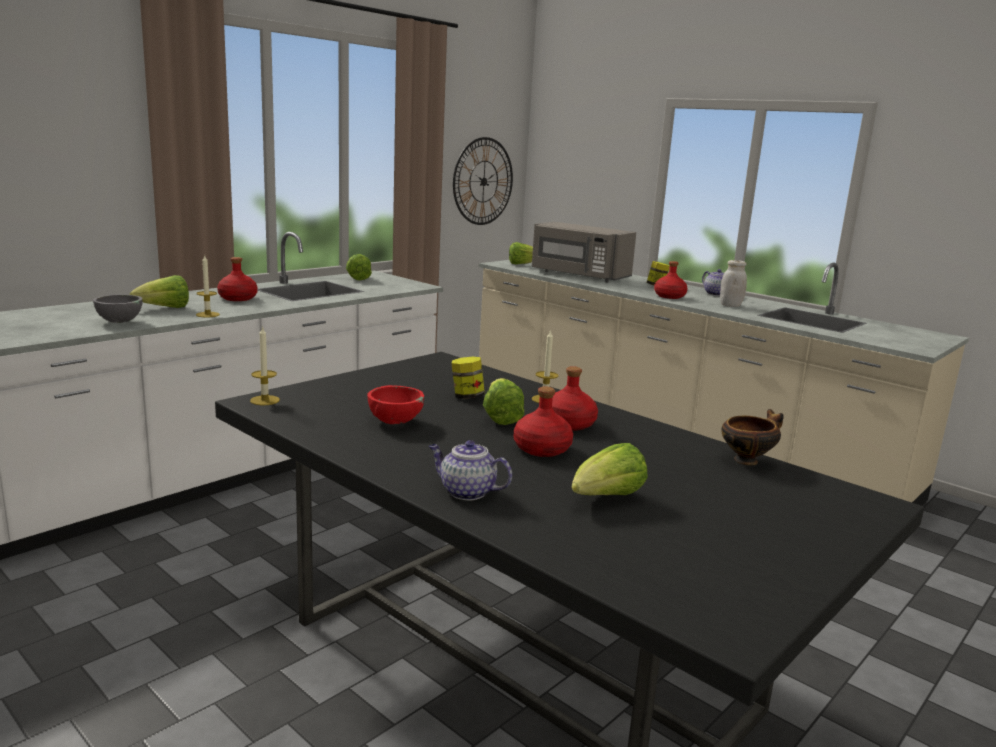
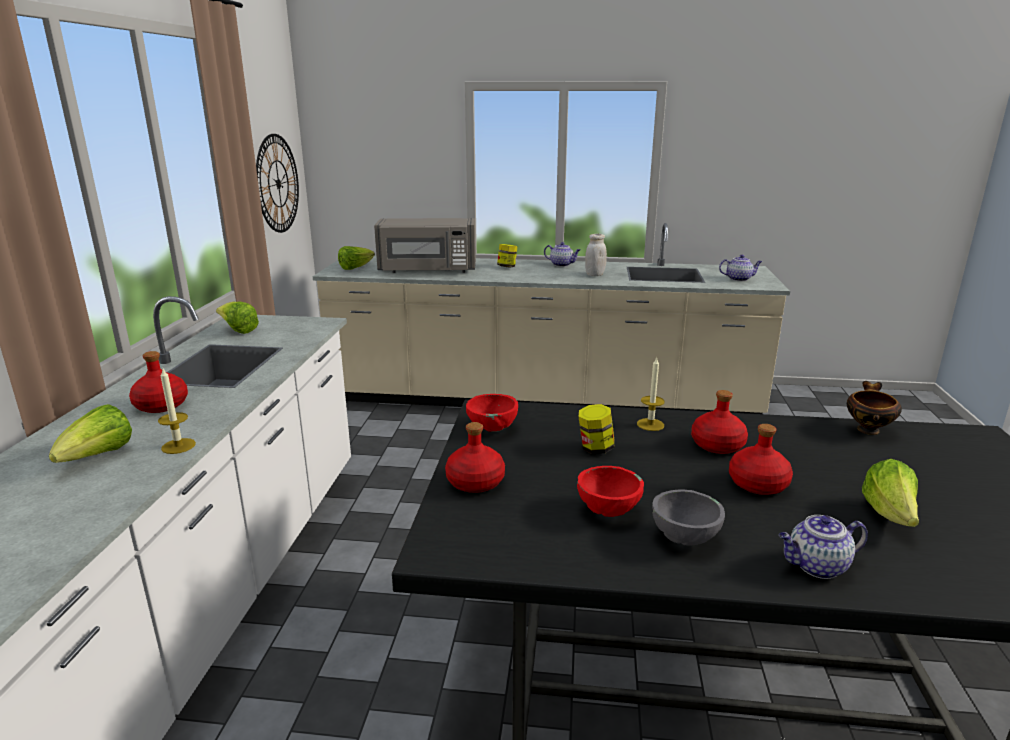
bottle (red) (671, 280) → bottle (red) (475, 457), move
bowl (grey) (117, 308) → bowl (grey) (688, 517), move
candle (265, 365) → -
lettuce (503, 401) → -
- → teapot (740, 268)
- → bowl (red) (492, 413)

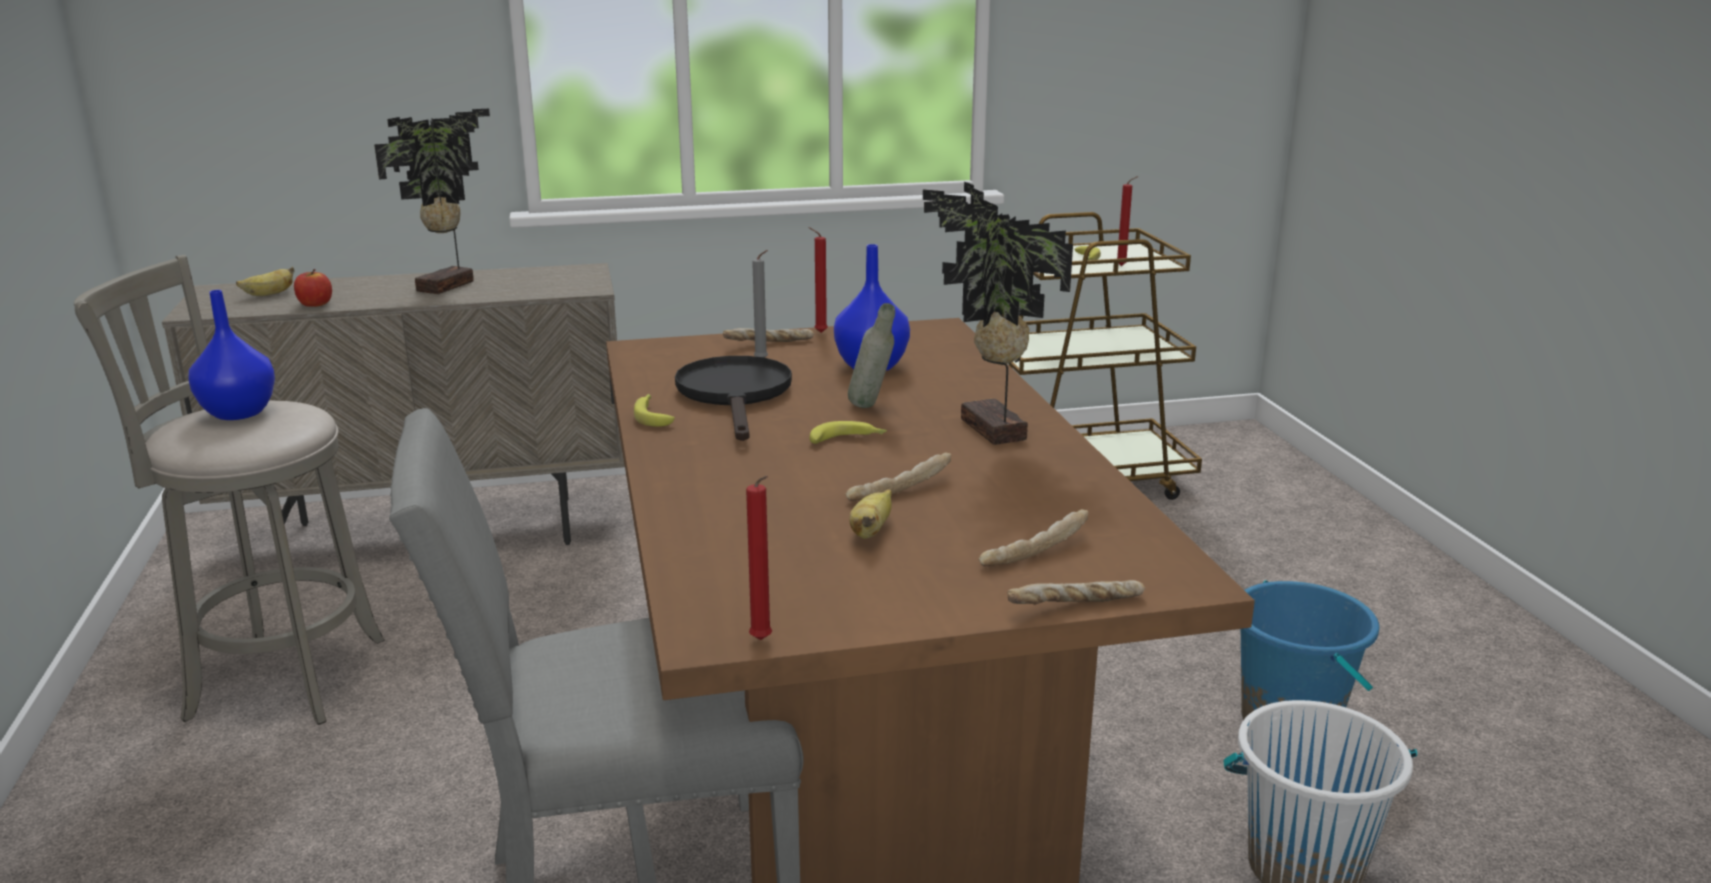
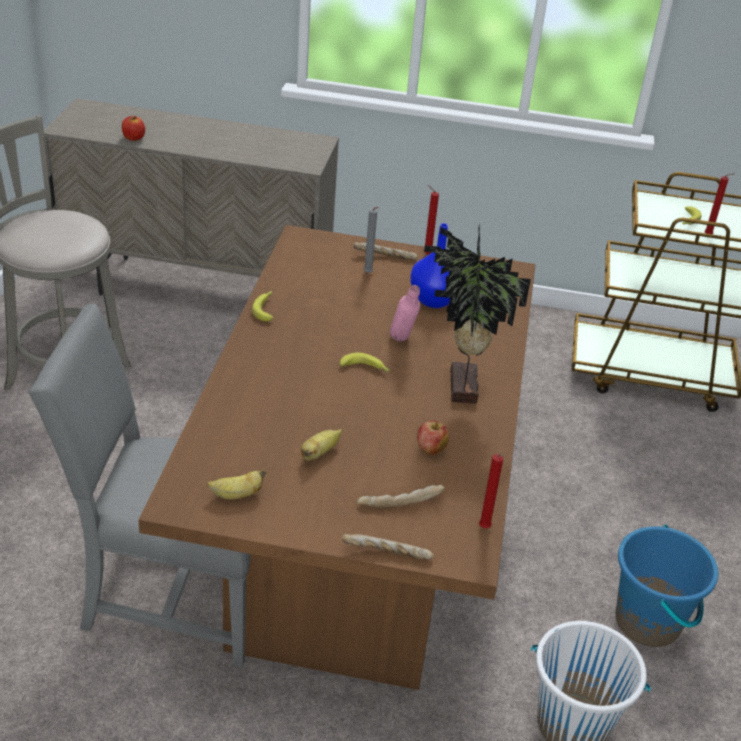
potted plant (432, 201) → -
banana (265, 281) → banana (236, 484), move
vase (blue) (231, 355) → -
bottle (grey) (871, 355) → bottle (pink) (405, 313)
frying pan (black) (733, 398) → -
bread (898, 476) → -
candle (red) (759, 558) → candle (red) (491, 491), move
- → apple (433, 438)

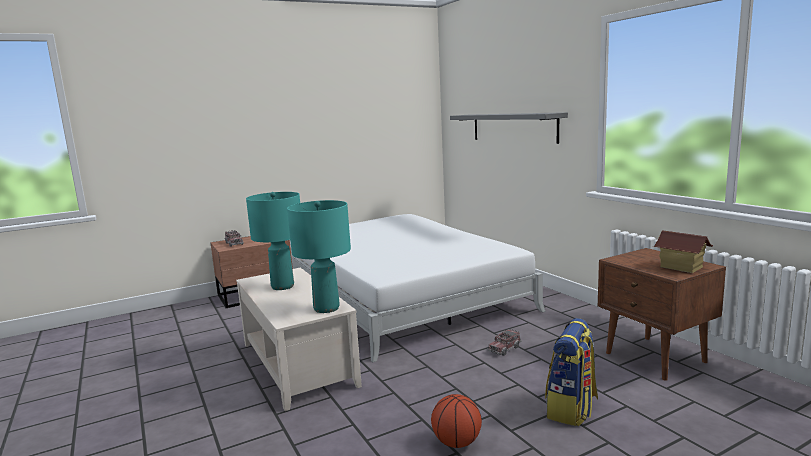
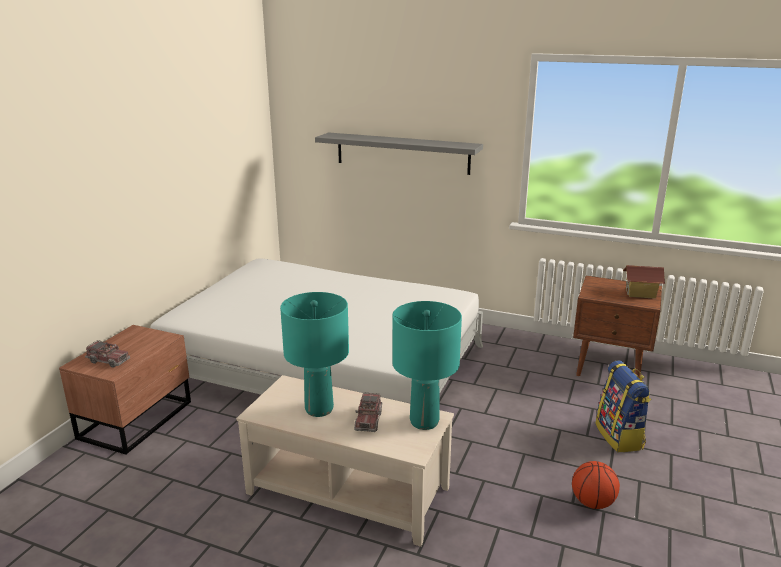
toy truck (505, 342) → toy truck (368, 412), move

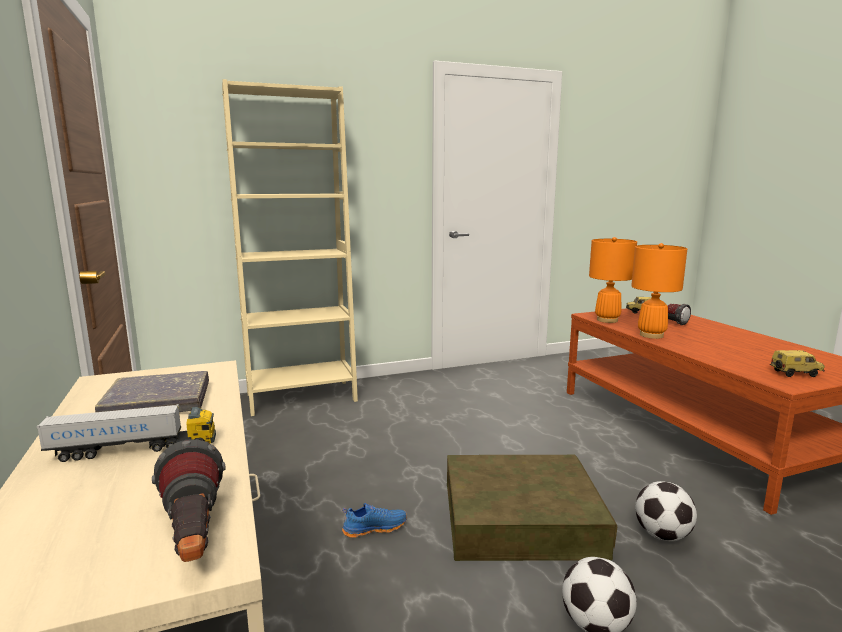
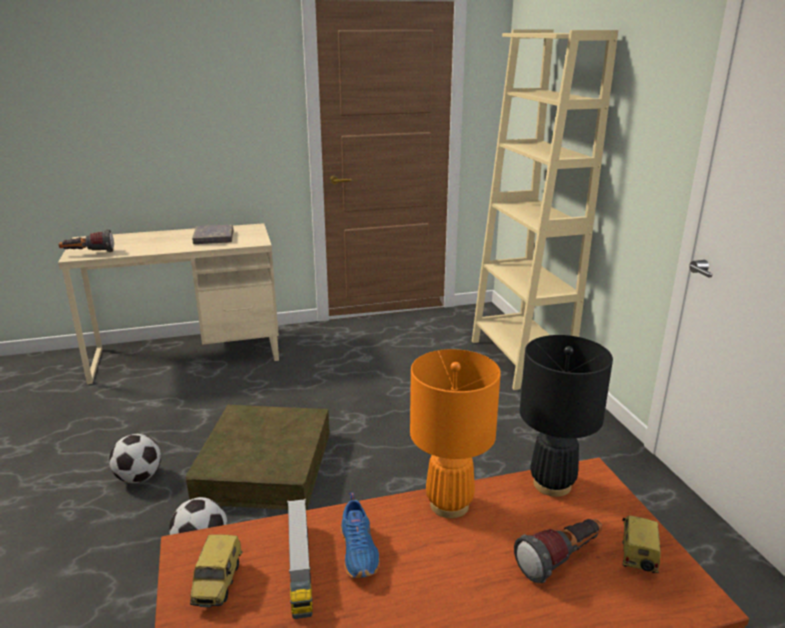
table lamp (orange) (613, 280) → table lamp (black) (566, 416)
toy truck (126, 433) → toy truck (300, 559), move
shoe (blue) (374, 520) → shoe (blue) (360, 535), move

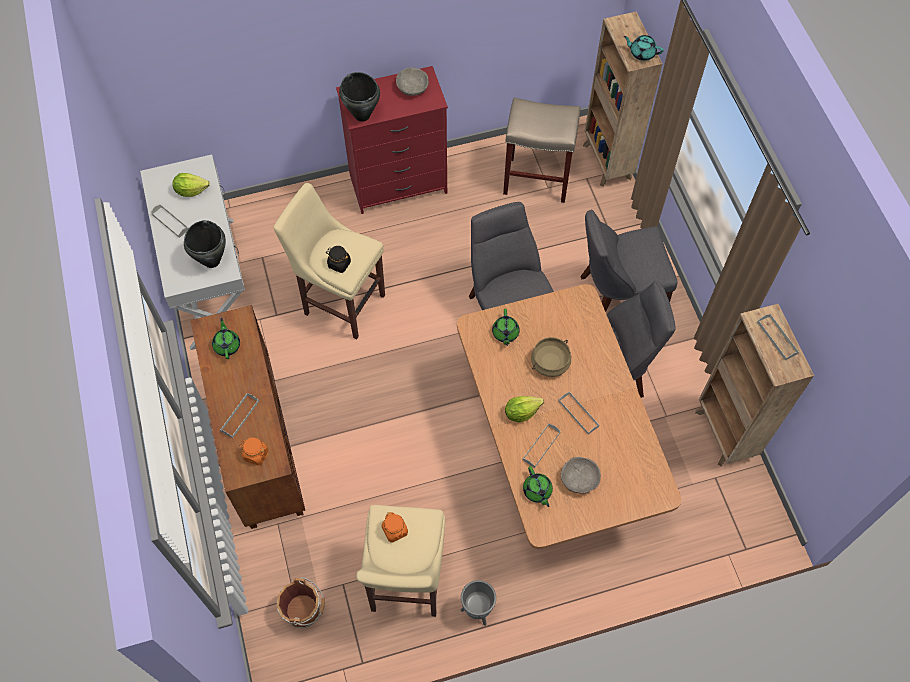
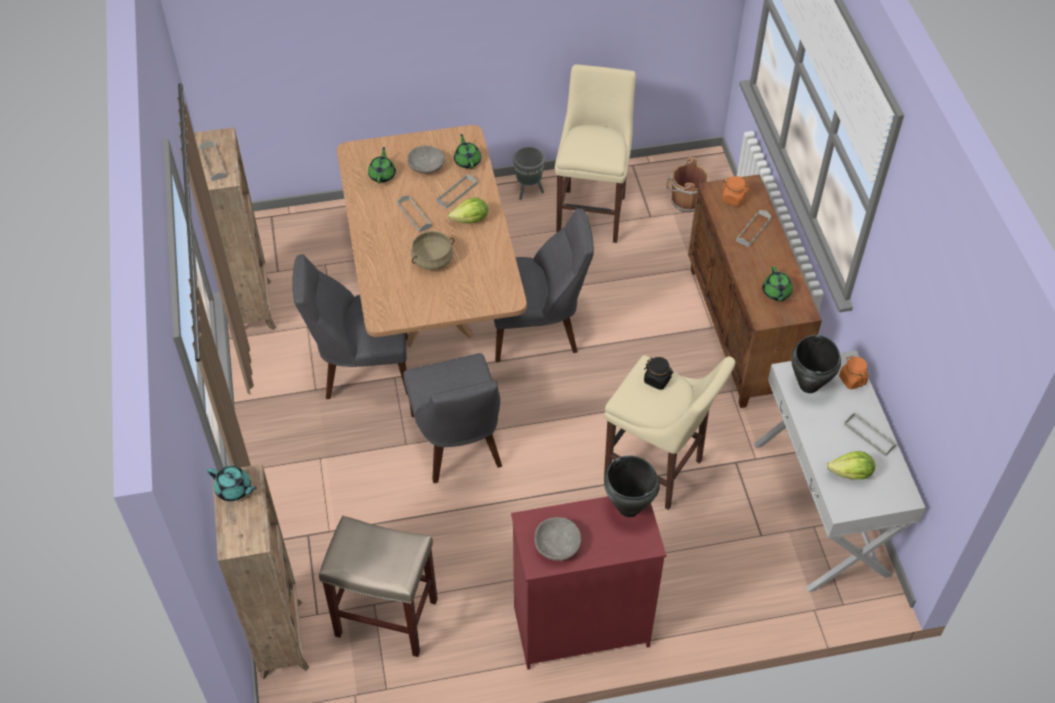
chair (grey) (629, 261) → chair (grey) (544, 285), move
teapot (green) (506, 327) → teapot (green) (382, 165), move
jar (orange) (395, 527) → jar (orange) (854, 372), move

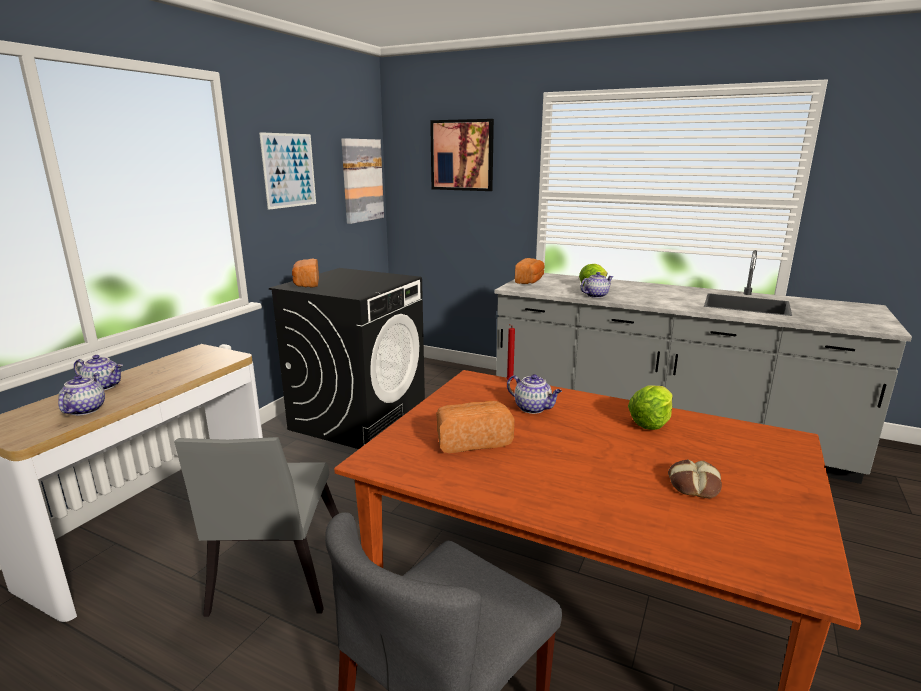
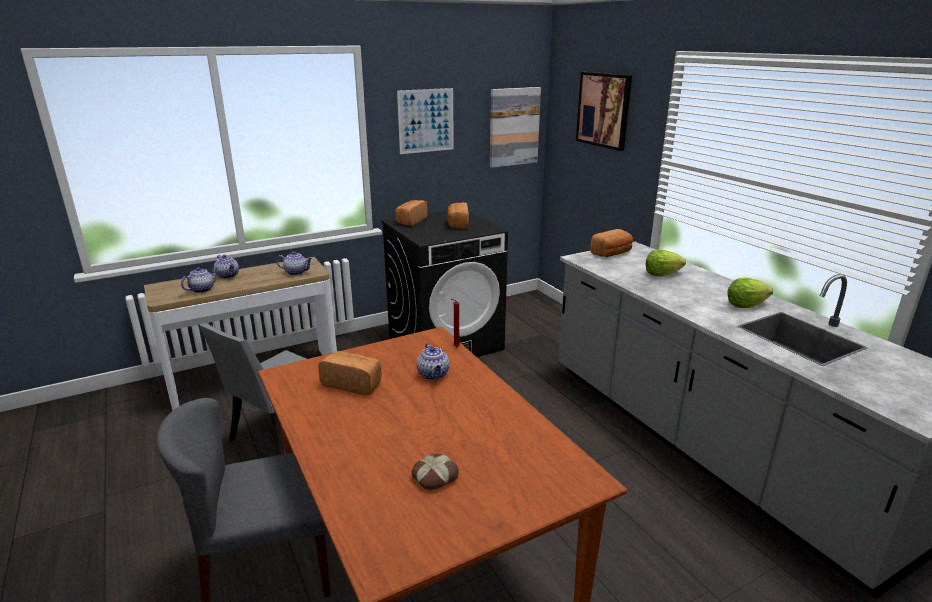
teapot (597, 285) → teapot (294, 263), move
lettuce (650, 407) → lettuce (750, 293), move
- → bread (458, 215)

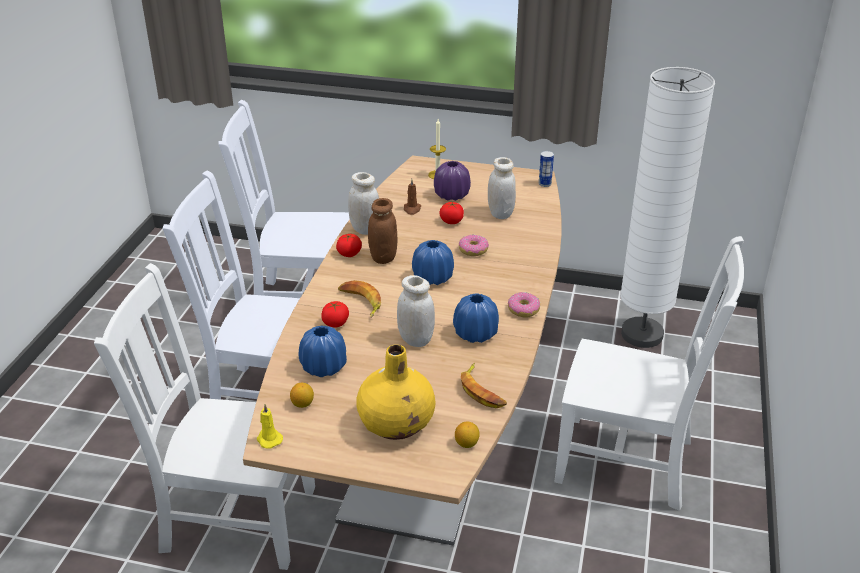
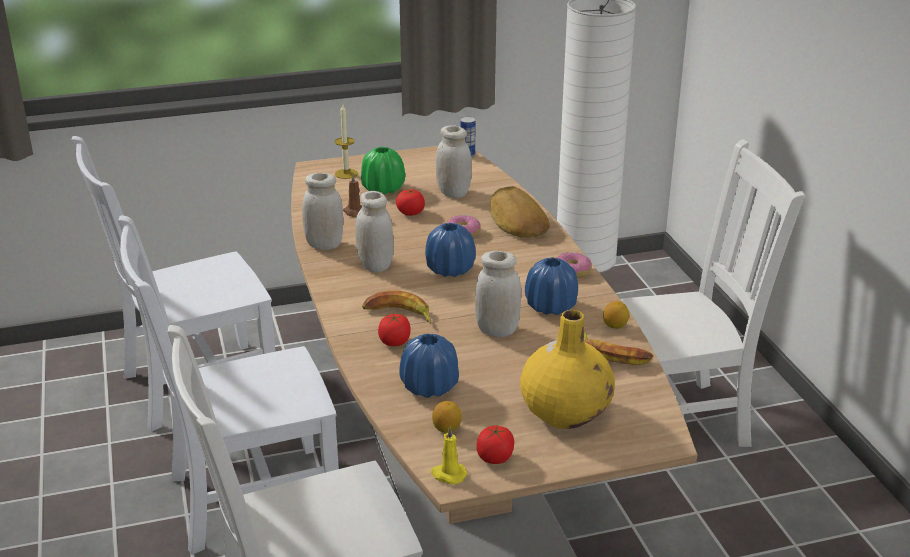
vase (purple) (452, 181) → vase (green) (383, 171)
jar (brown) (382, 231) → jar (white) (374, 231)
tomato (349, 245) → tomato (495, 445), move
lemon (467, 434) → lemon (616, 315), move
- → bread (520, 212)

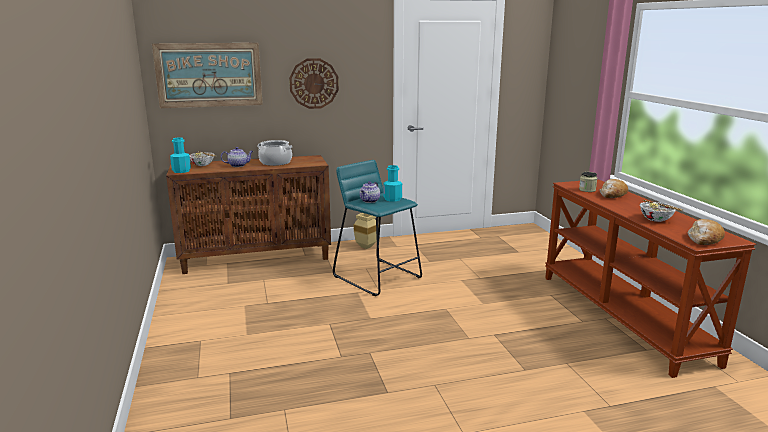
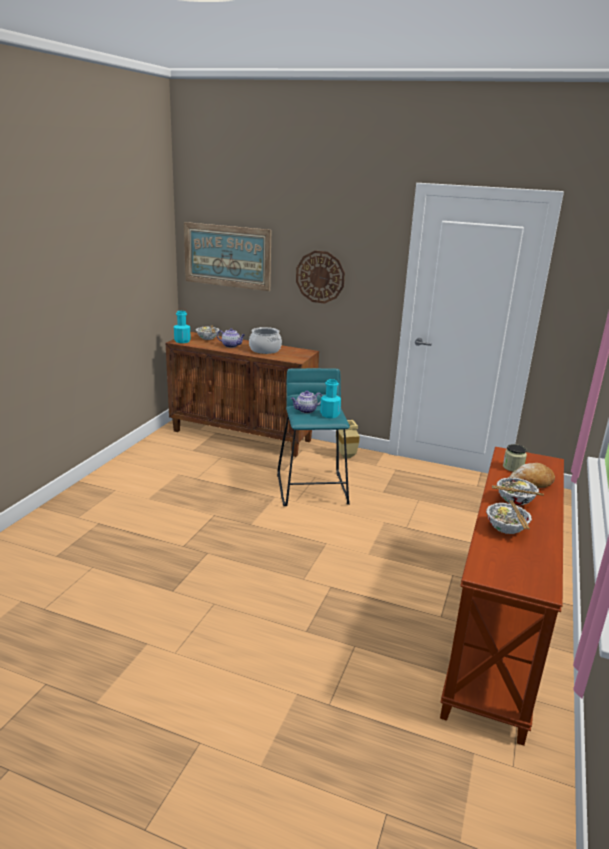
bread (706, 232) → -
- → bowl (518, 491)

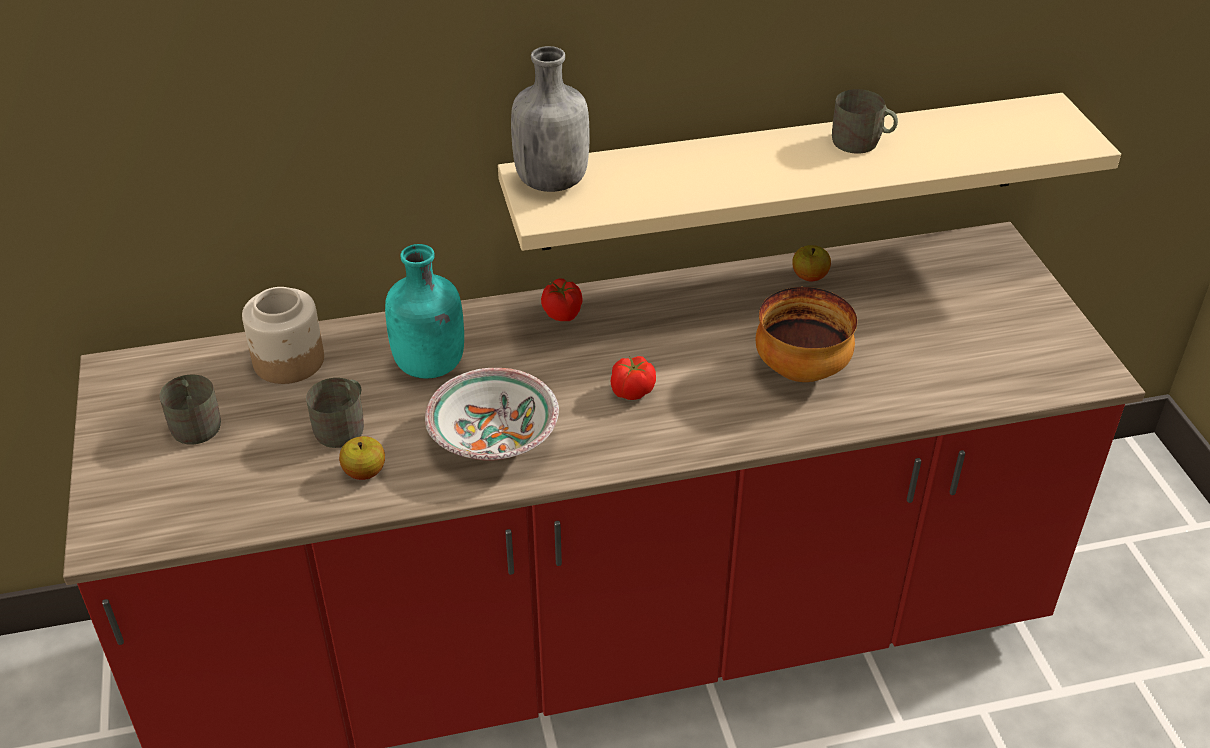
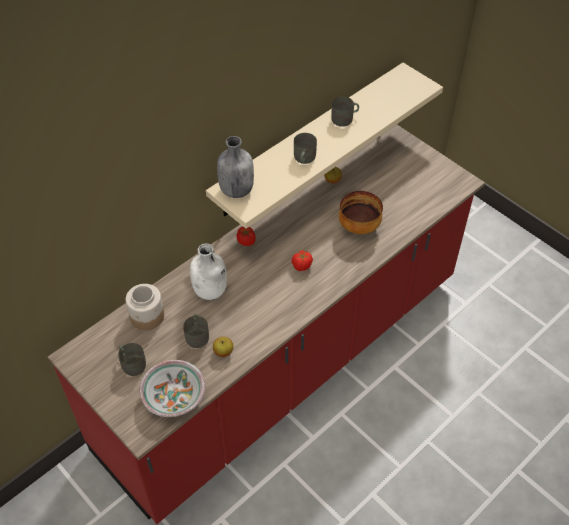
bottle (turquoise) (424, 311) → bottle (white) (208, 271)
bowl (492, 414) → bowl (172, 388), move
- → mug (grey) (305, 148)

